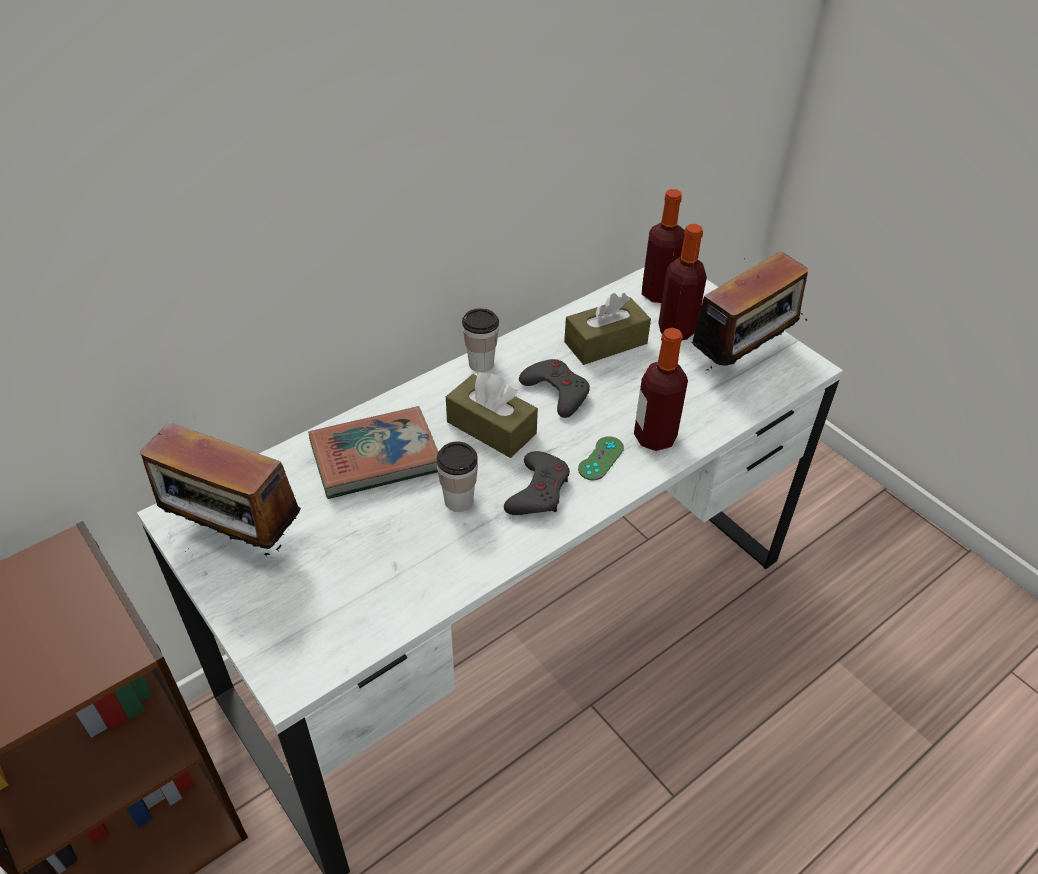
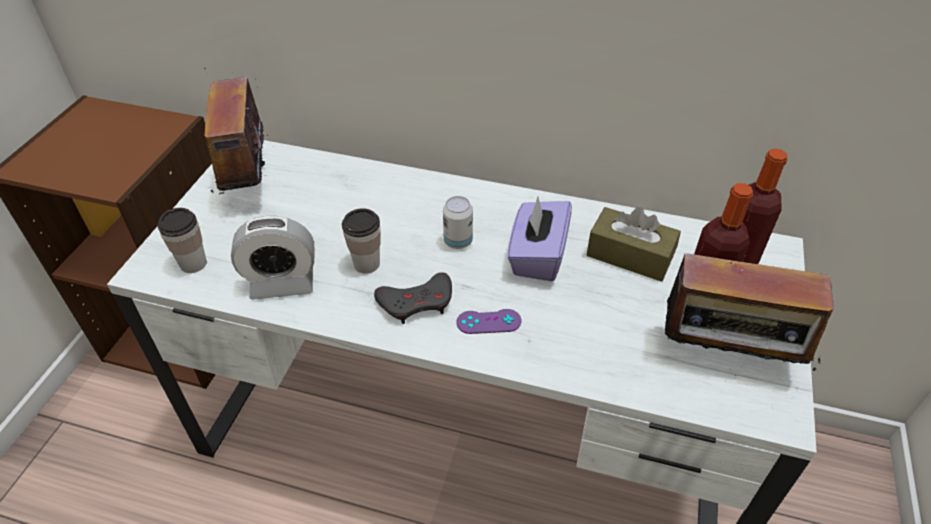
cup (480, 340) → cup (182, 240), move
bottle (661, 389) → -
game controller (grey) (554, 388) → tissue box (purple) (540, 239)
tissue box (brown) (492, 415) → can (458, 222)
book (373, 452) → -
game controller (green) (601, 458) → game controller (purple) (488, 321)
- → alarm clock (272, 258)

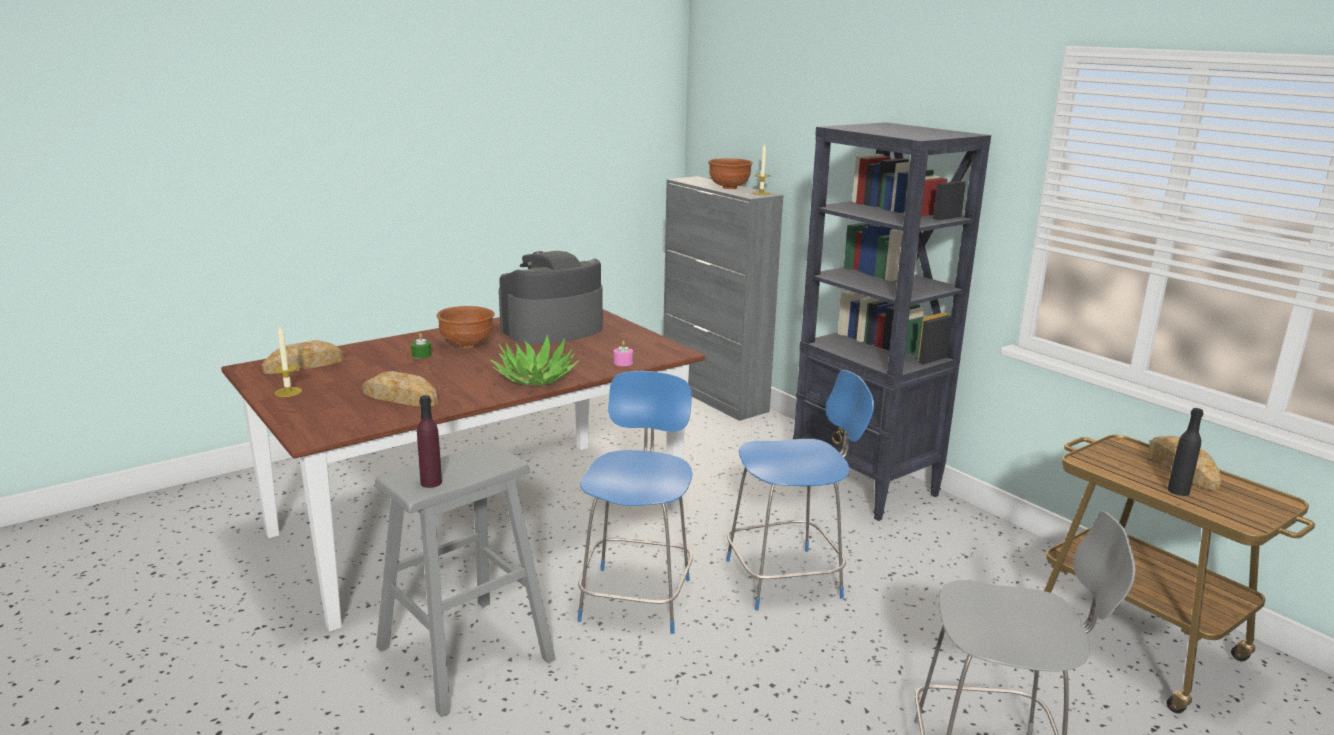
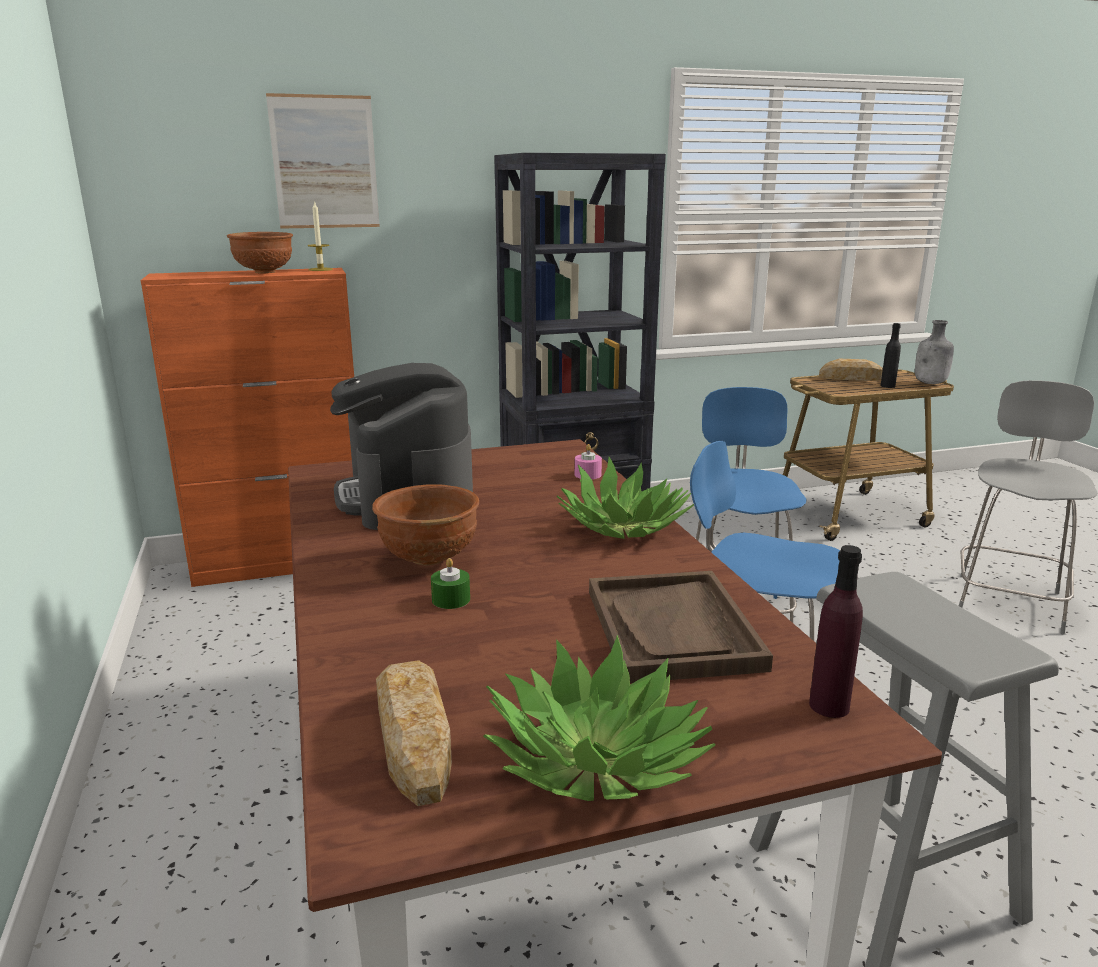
cabinet (grey) (723, 298) → cabinet (orange) (247, 427)
candle (287, 362) → potted plant (599, 718)
bread (400, 388) → tray (brown) (681, 627)
bottle (purple) (429, 441) → bottle (purple) (836, 631), move
- → picture (323, 161)
- → bottle (grey) (934, 352)

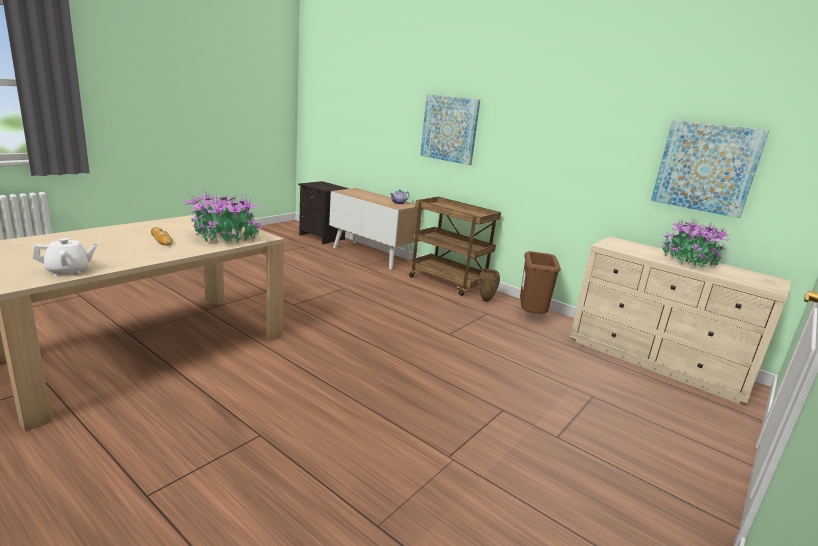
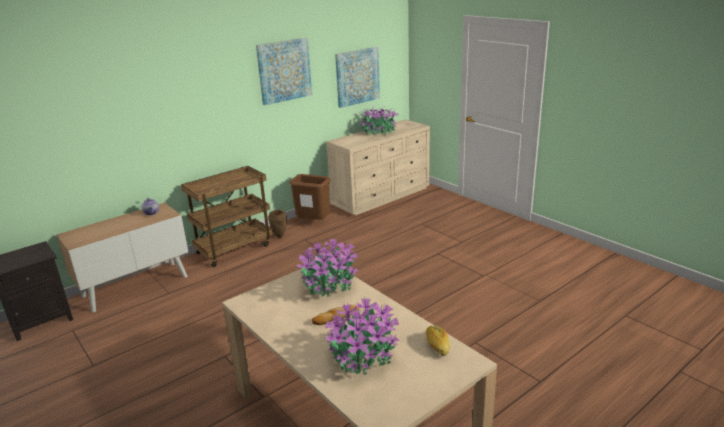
picture (450, 129) → picture (284, 71), move
teapot (white) (65, 257) → bread (438, 341)
- → potted plant (362, 337)

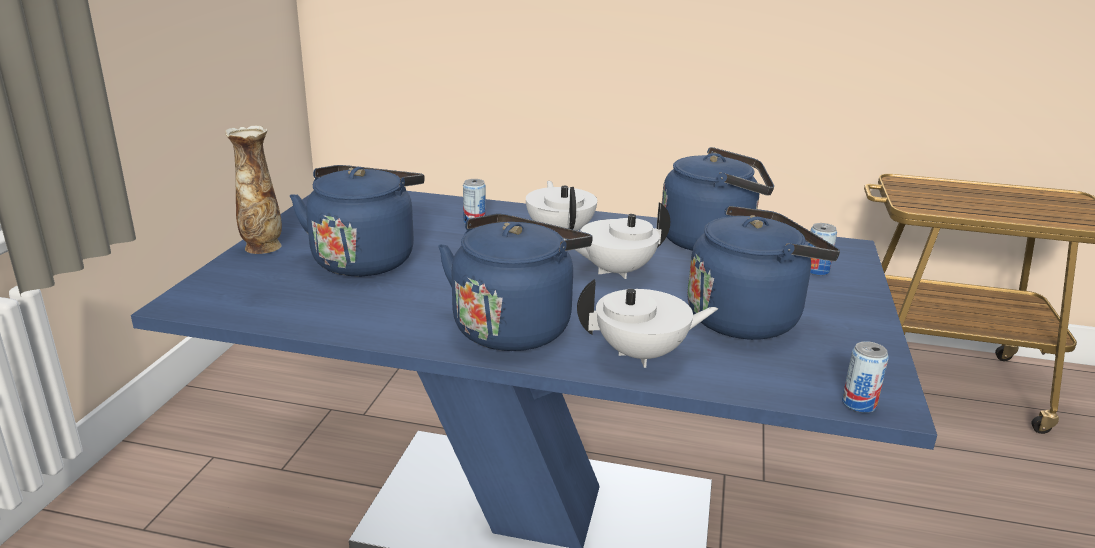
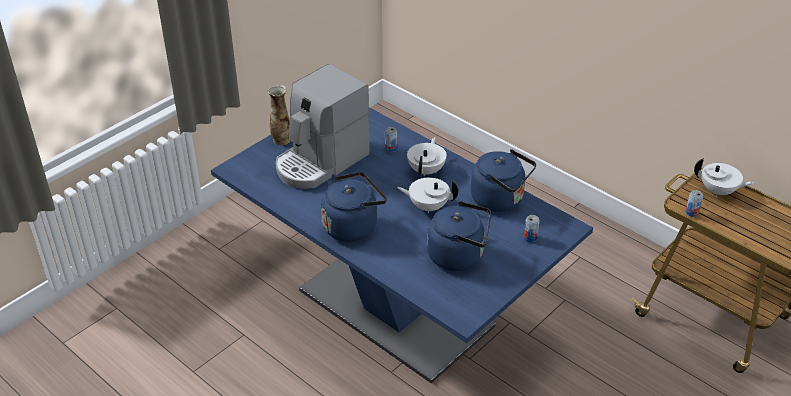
kettle (blue) (357, 221) → coffee machine (322, 126)
teapot (white) (647, 323) → teapot (white) (724, 177), move
can (865, 377) → can (694, 203), move

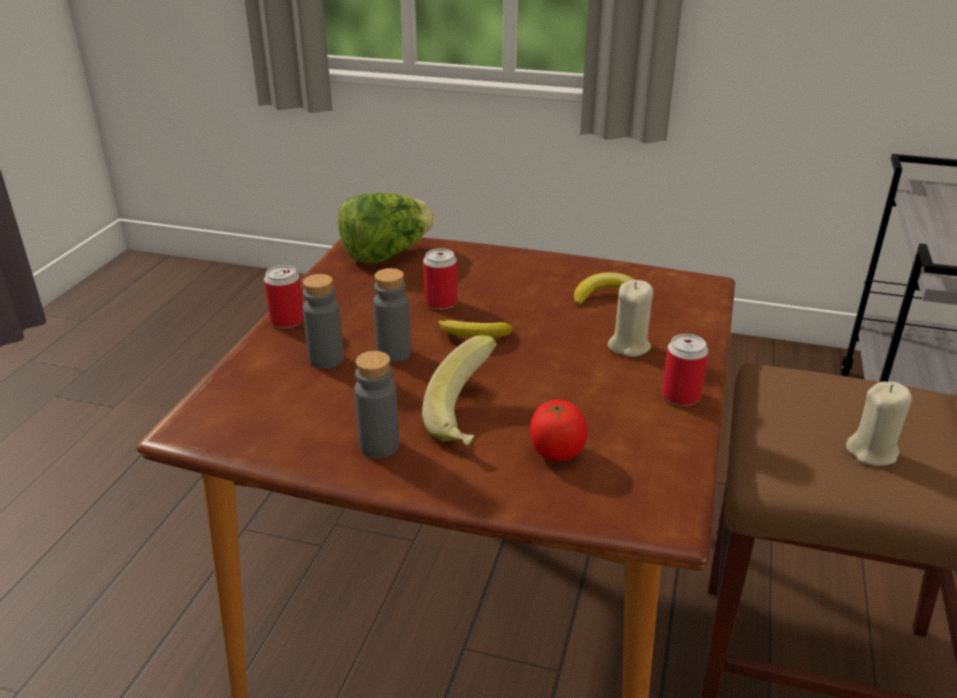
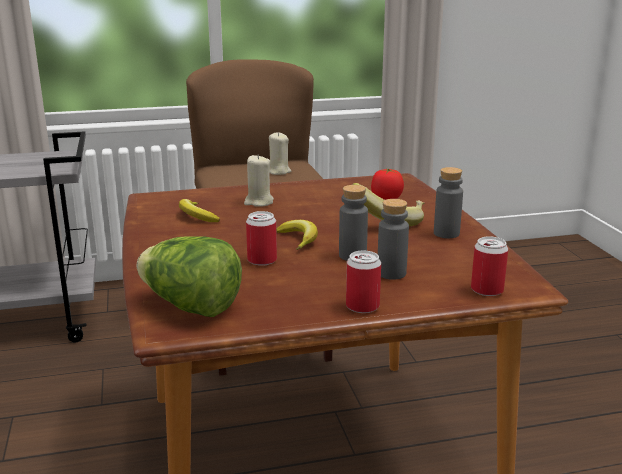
can (685, 370) → can (489, 266), move

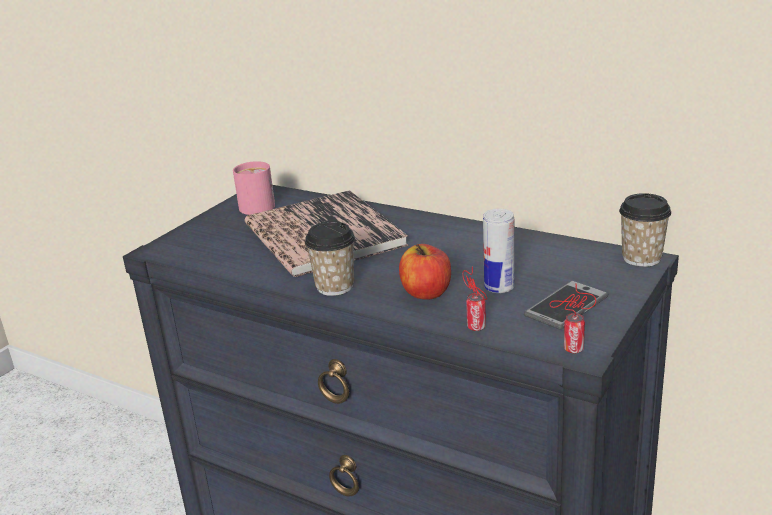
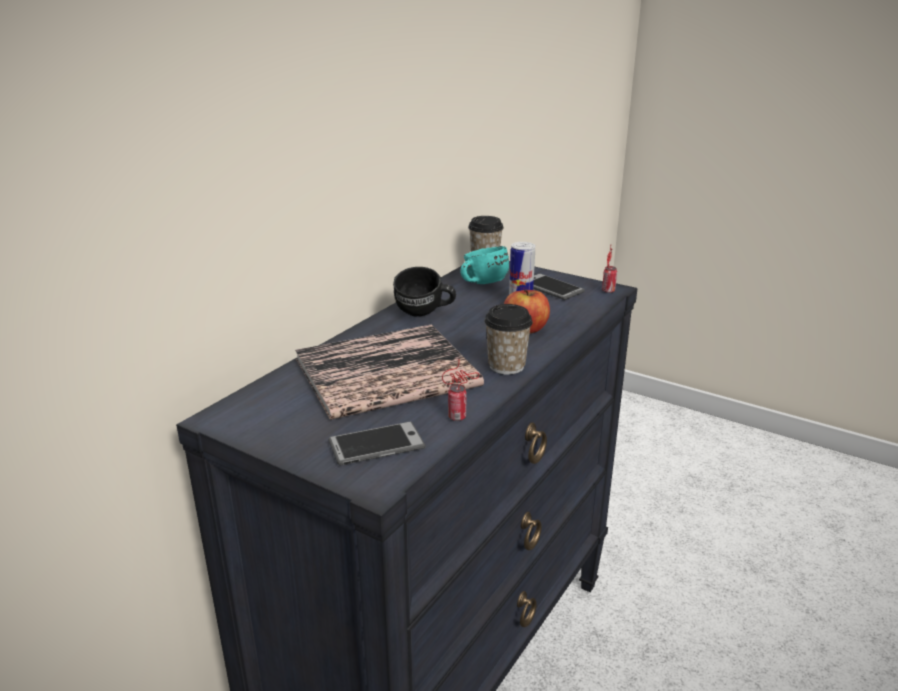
mug (pink) (254, 188) → -
can (474, 298) → can (460, 391), move
- → mug (turquoise) (484, 265)
- → mug (black) (424, 291)
- → phone (377, 443)

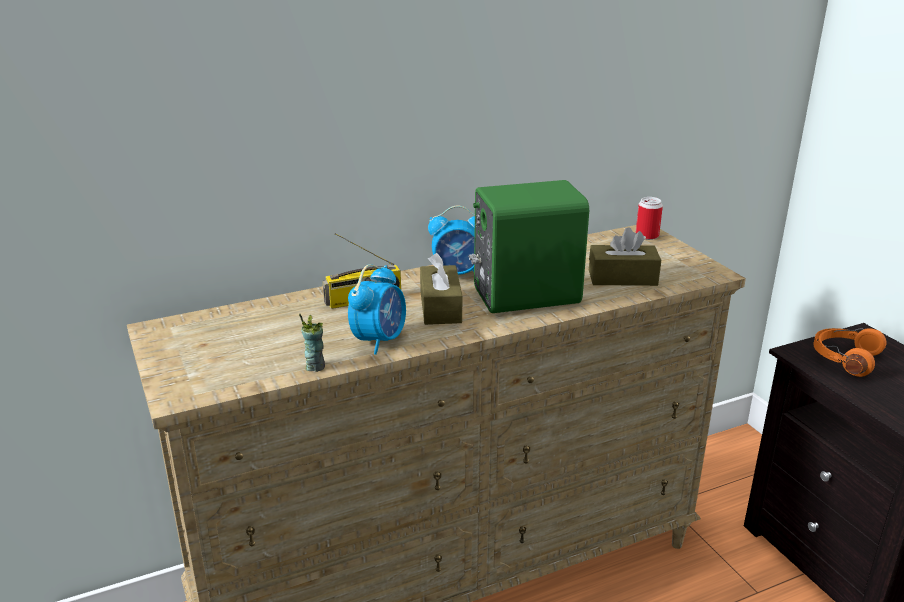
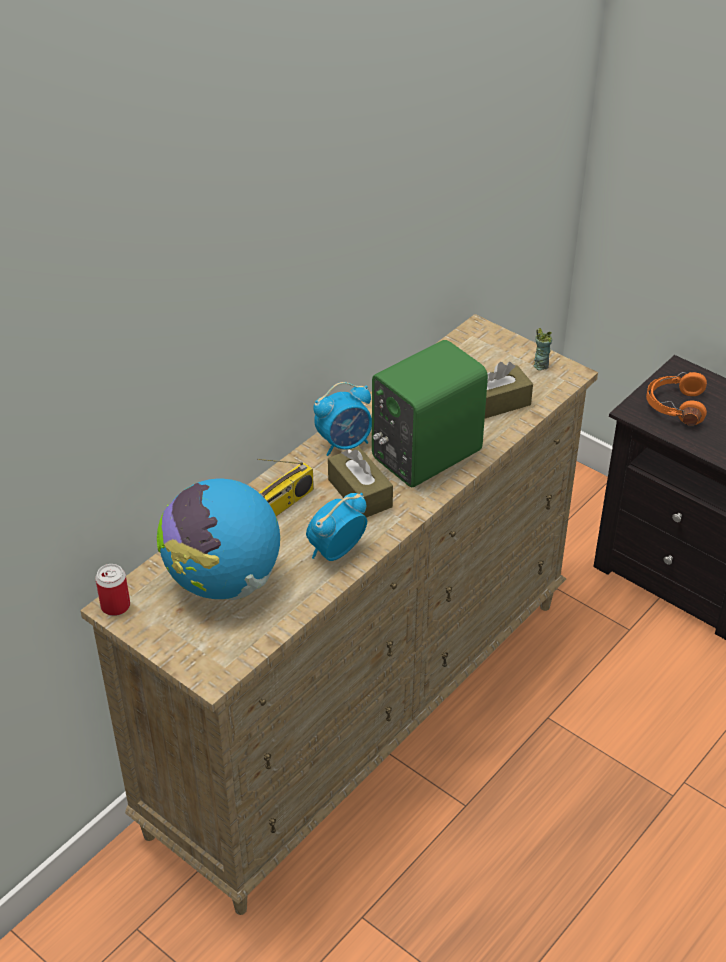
can (649, 218) → can (112, 590), move
alarm clock (377, 309) → alarm clock (336, 527), 135 degrees counterclockwise
cup (312, 343) → cup (543, 349), move
- → globe (218, 539)

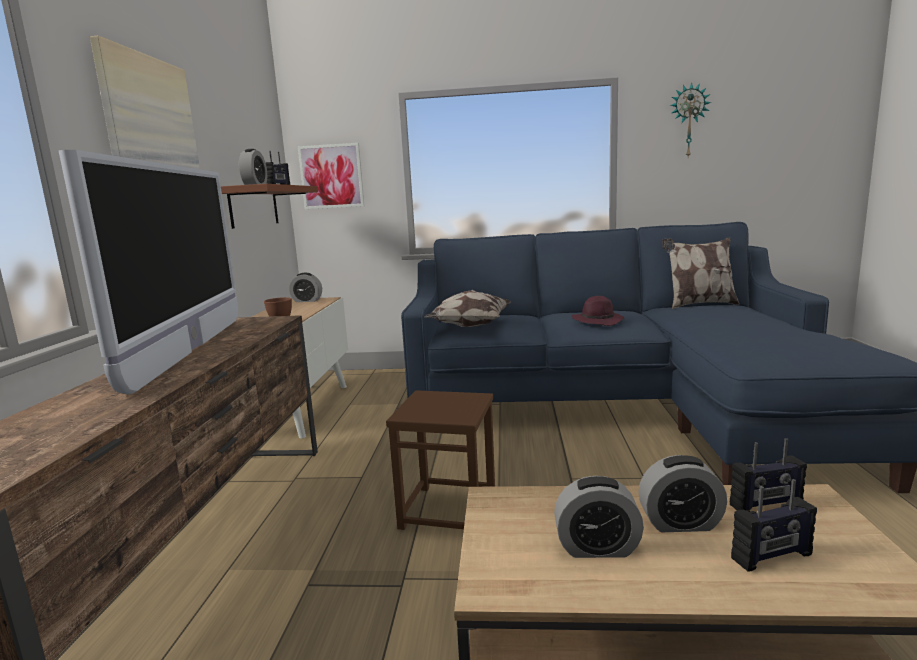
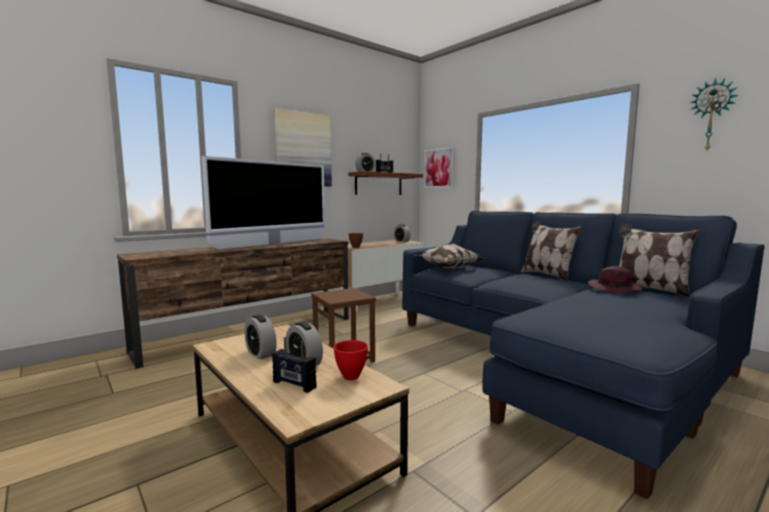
hat (purple) (598, 311) → hat (purple) (615, 280), move
radio (768, 475) → bowl (red) (351, 360)
- → pillow (551, 251)

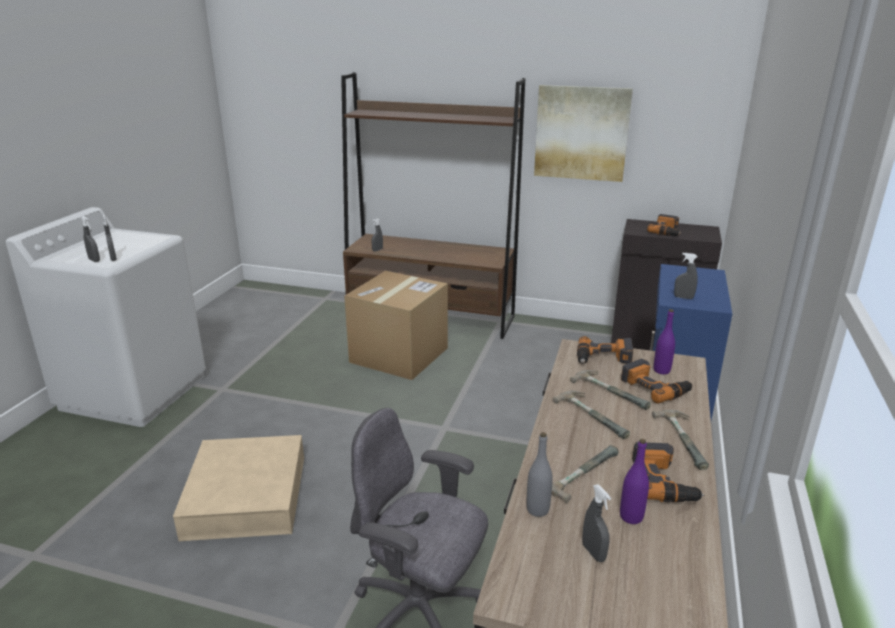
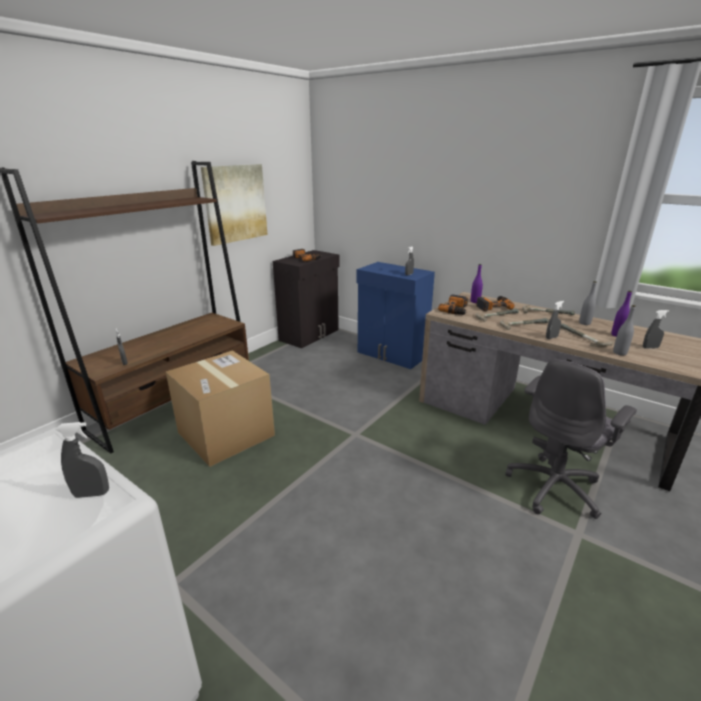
spray bottle (grey) (90, 239) → spray bottle (grey) (555, 320), move
storage box (beige) (238, 488) → -
power drill (668, 472) → bottle (grey) (588, 303)

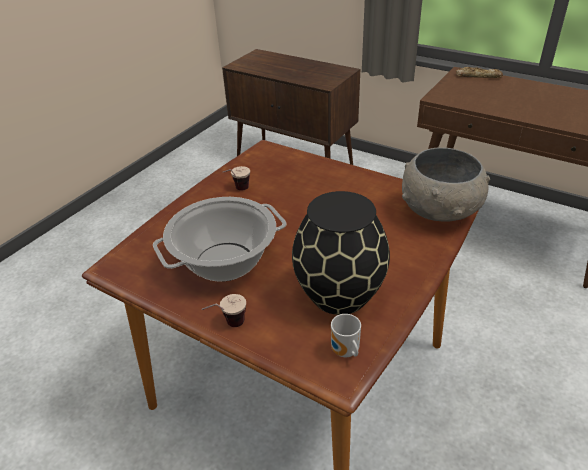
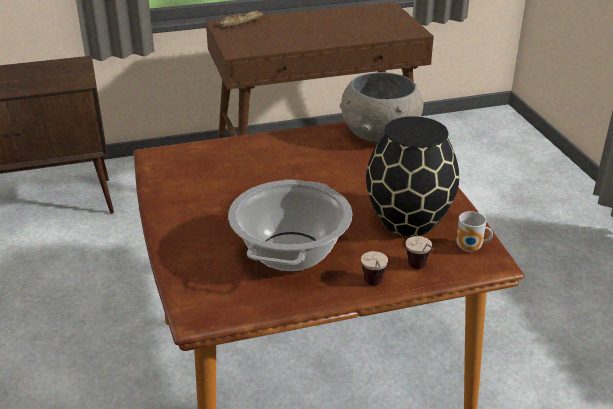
cup (236, 178) → cup (420, 252), move

